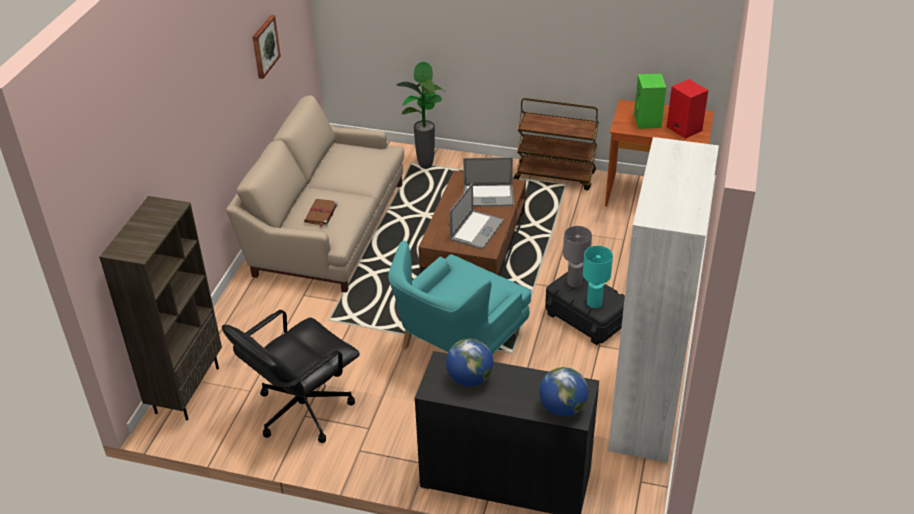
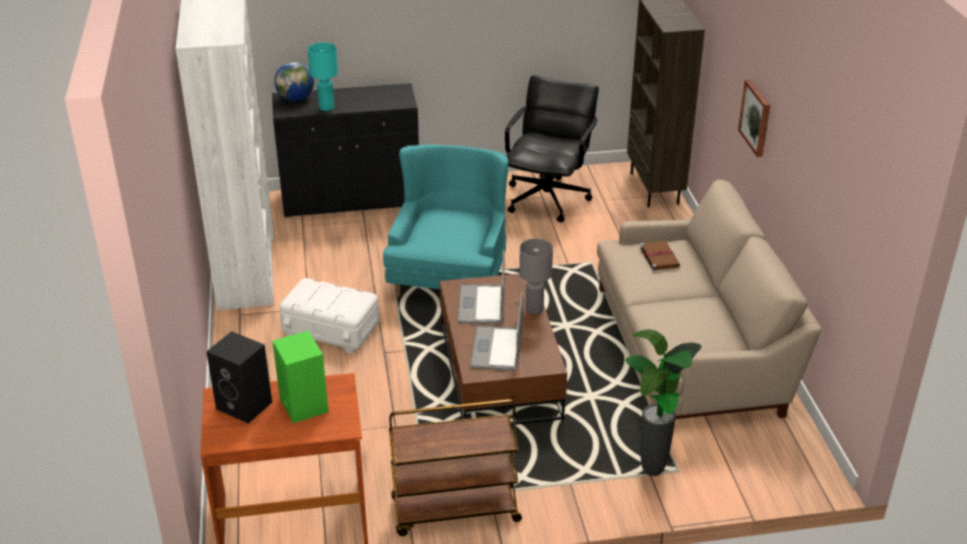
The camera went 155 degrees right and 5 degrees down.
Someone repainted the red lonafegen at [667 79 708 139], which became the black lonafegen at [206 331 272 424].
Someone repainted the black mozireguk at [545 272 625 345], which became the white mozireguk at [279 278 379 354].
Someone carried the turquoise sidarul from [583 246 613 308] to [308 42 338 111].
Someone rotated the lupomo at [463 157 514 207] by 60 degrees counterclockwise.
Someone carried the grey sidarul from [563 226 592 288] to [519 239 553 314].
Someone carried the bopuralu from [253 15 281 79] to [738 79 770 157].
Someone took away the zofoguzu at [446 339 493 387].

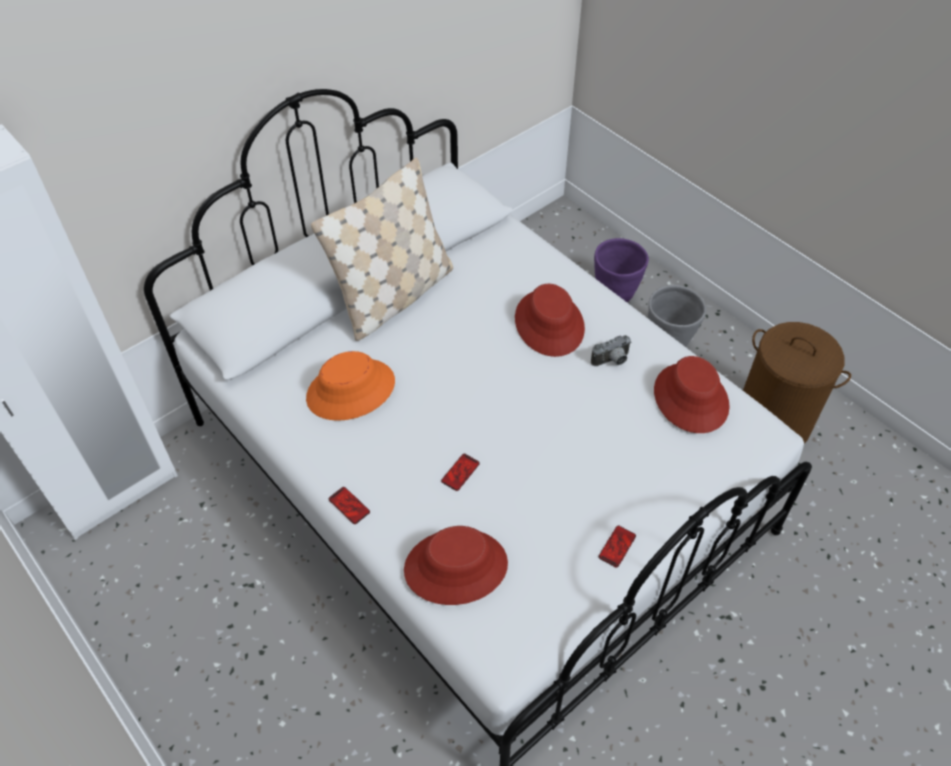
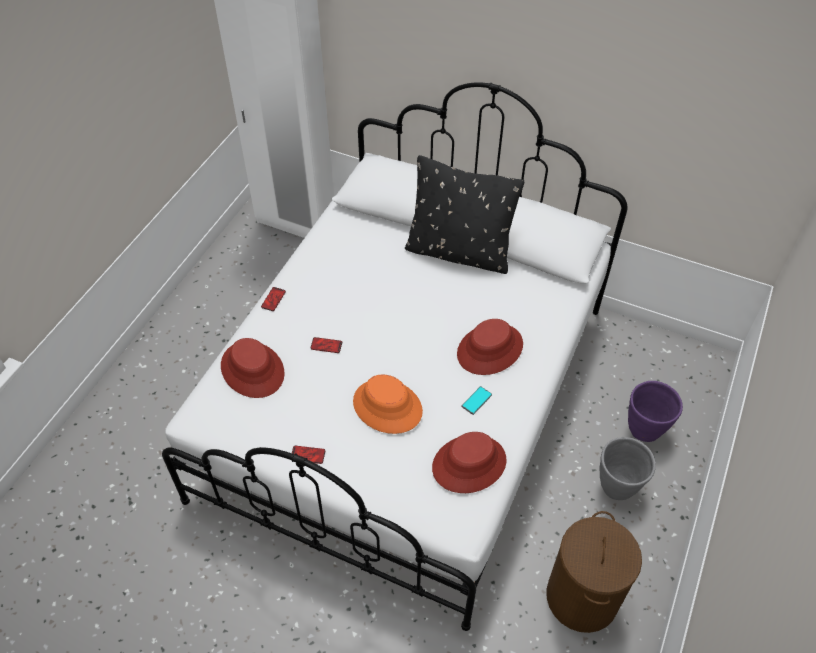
The camera went 65 degrees right and 0 degrees up.
Someone carried the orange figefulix from [306 351 395 421] to [353 374 423 434].
Someone repainted the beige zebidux at [311 158 453 341], which became the black zebidux at [405 155 524 274].
Someone swapped the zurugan at [591 335 631 366] for the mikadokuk at [461 386 492 415].

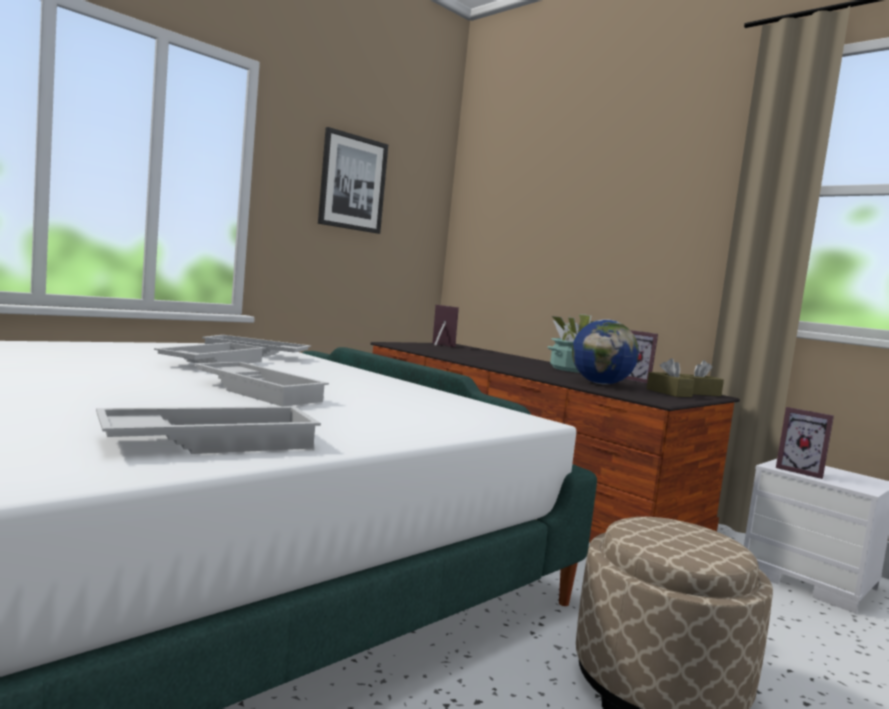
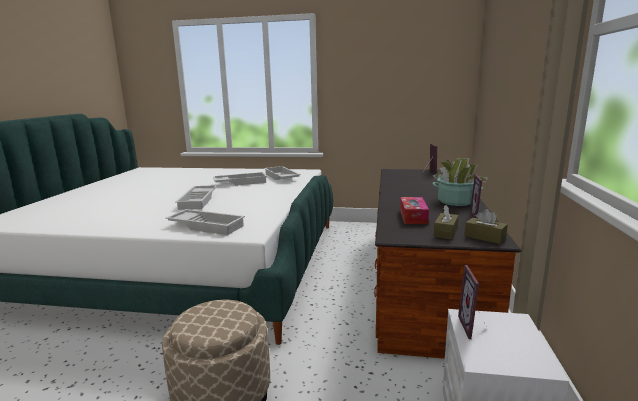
The camera went 55 degrees right and 10 degrees up.
Someone carried the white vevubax from [96 406 321 454] to [165 209 245 235].
Someone swapped the zofoguzu at [572 320 639 385] for the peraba at [400 197 429 224].
Someone took away the bopuralu at [318 127 388 234].

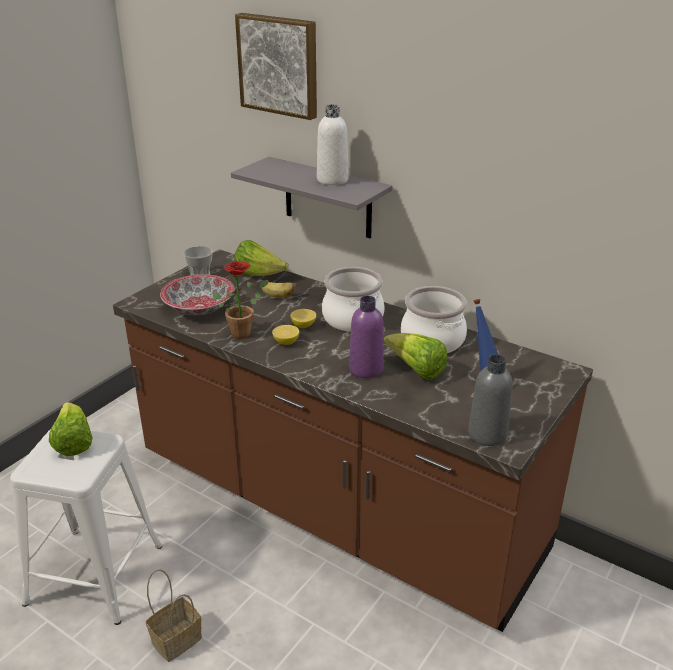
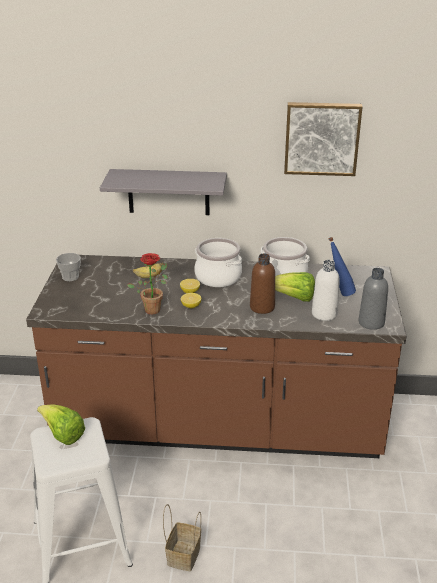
The camera went 30 degrees left and 0 degrees up.
Someone repainted the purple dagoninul at [349 296 384 378], which became the brown dagoninul at [250 254 275 314].
Someone carried the bopuralu from [235 13 317 120] to [284 102 363 176].
Someone carried the white dagoninul from [317 104 349 185] to [312 260 340 321].
Someone took away the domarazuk at [160 274 234 315].
Someone took away the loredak at [234 240 288 276].

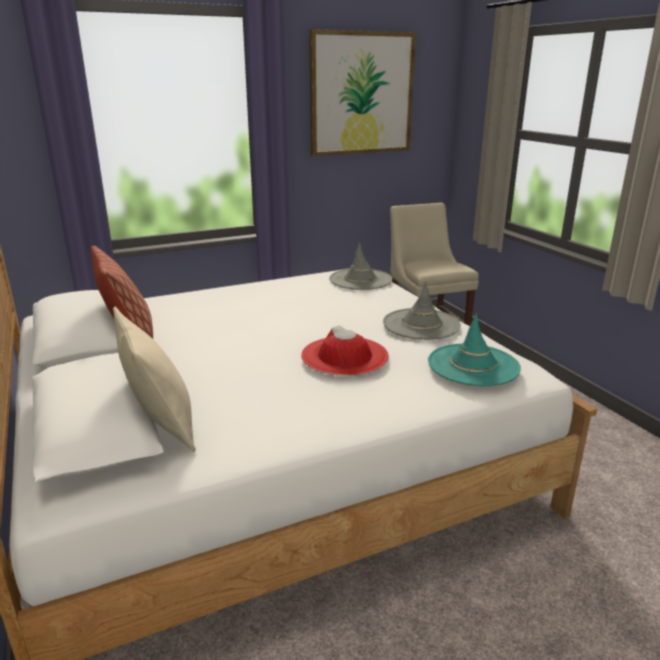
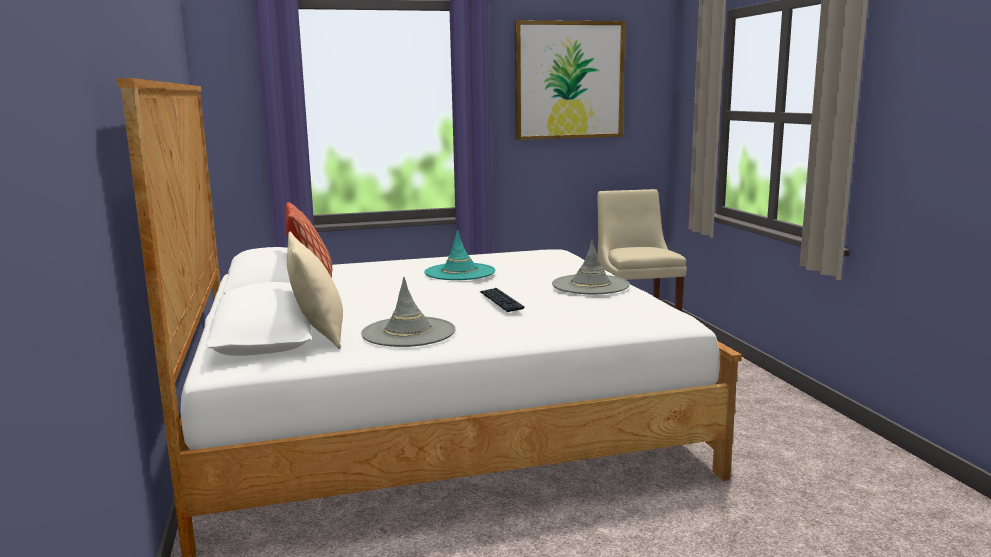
The camera went 10 degrees right and 10 degrees down.
Someone carried the grey figefulix from [329 242 392 290] to [361 277 456 347].
Someone carried the turquoise figefulix from [428 314 521 386] to [424 230 495 280].
Someone swapped the red figefulix at [301 326 389 376] for the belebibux at [480 288 524 312].

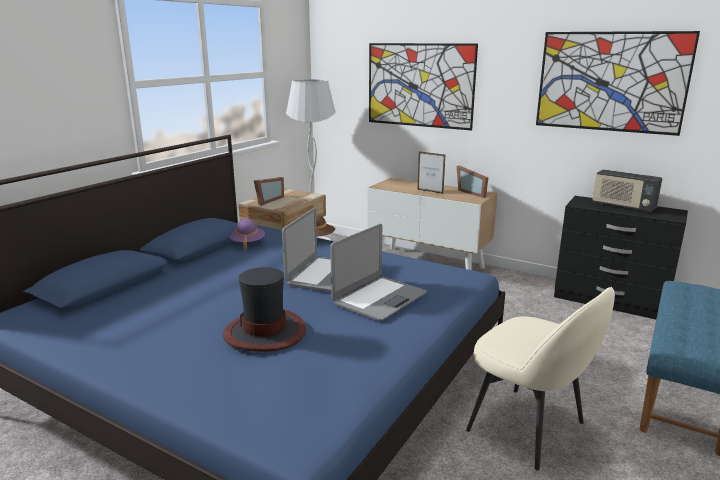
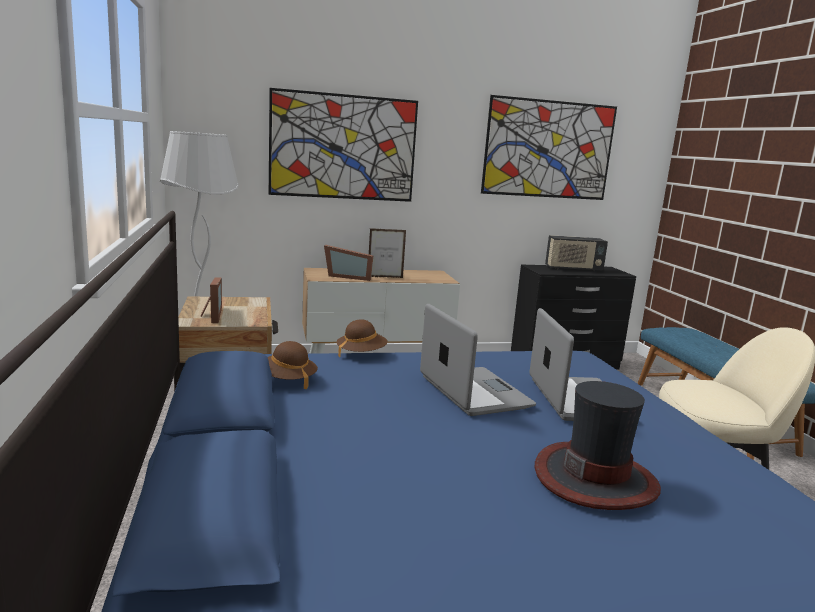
The camera went 45 degrees left and 5 degrees down.
Someone repainted the purple figefulix at [229 219 265 250], which became the brown figefulix at [268 341 318 389].
Someone carried the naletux from [457 166 488 198] to [324 245 373 281].

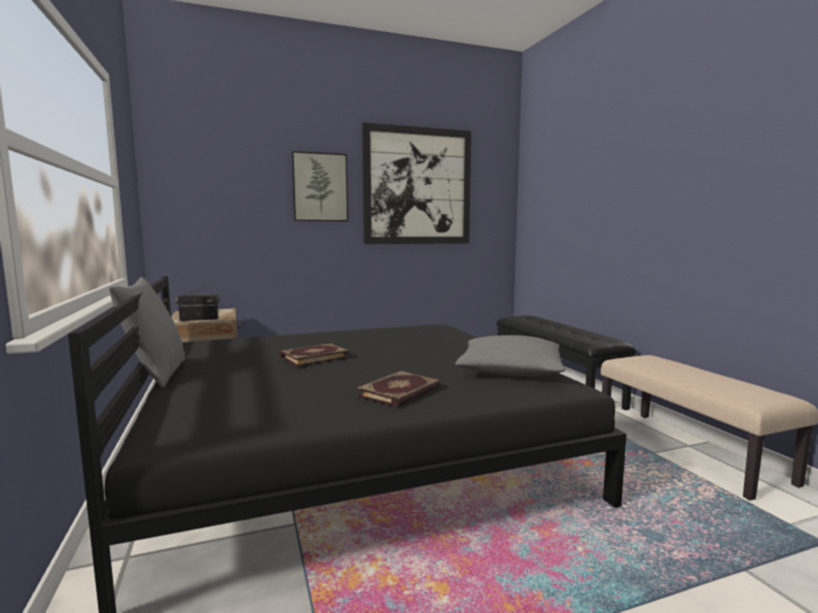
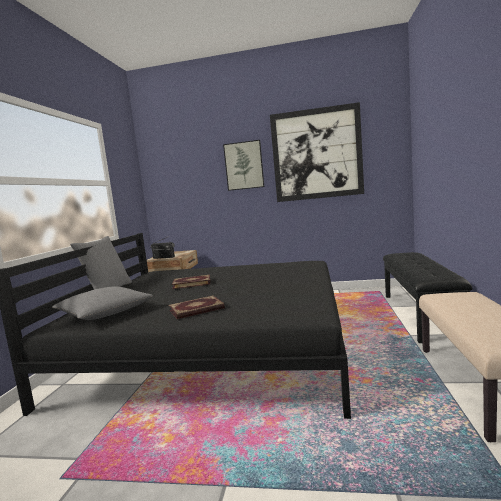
The camera went 30 degrees right and 0 degrees up.
Someone carried the grey zebidux from [455 335 565 376] to [52 286 153 320].

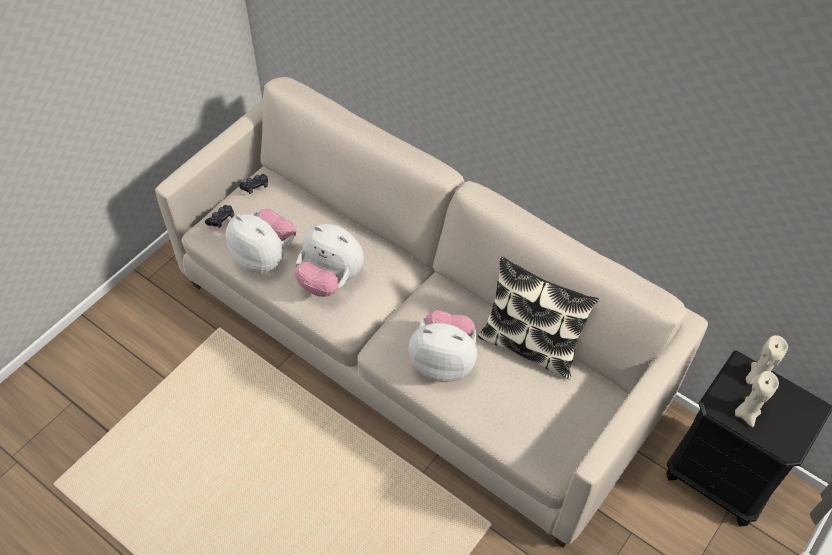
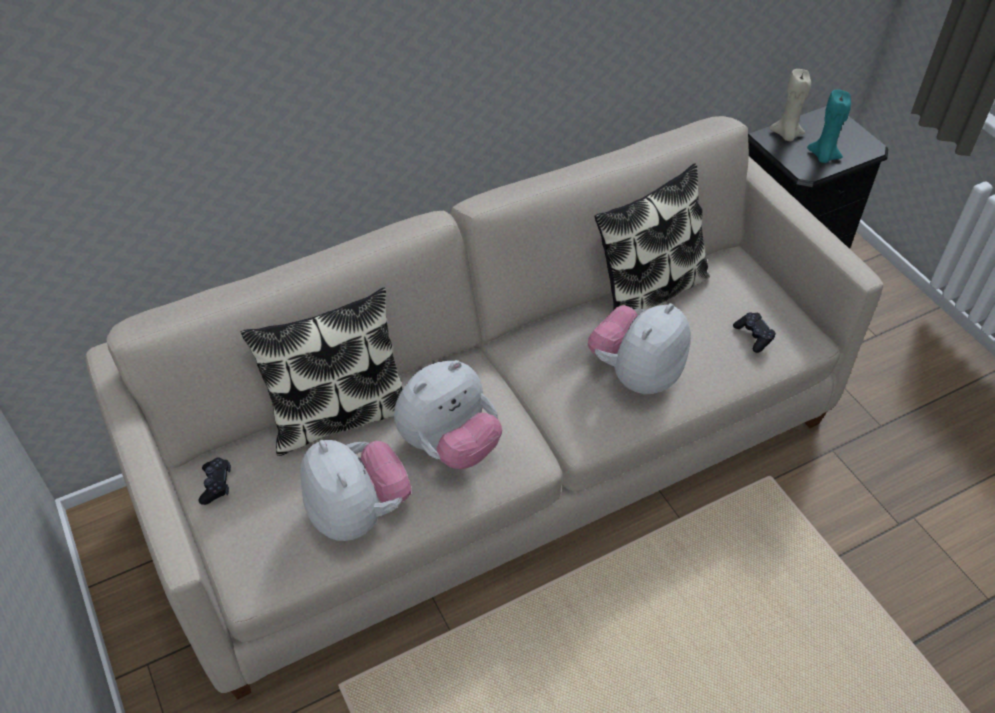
The camera went 65 degrees left and 5 degrees down.
Someone put down the zebidux at [241 288 403 456].
Someone rotated the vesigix at [226 208 296 273] by 90 degrees clockwise.
Someone carried the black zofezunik from [205 205 234 228] to [733 312 776 353].
Someone repainted the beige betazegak at [735 371 779 427], which became the turquoise betazegak at [807 89 851 163].

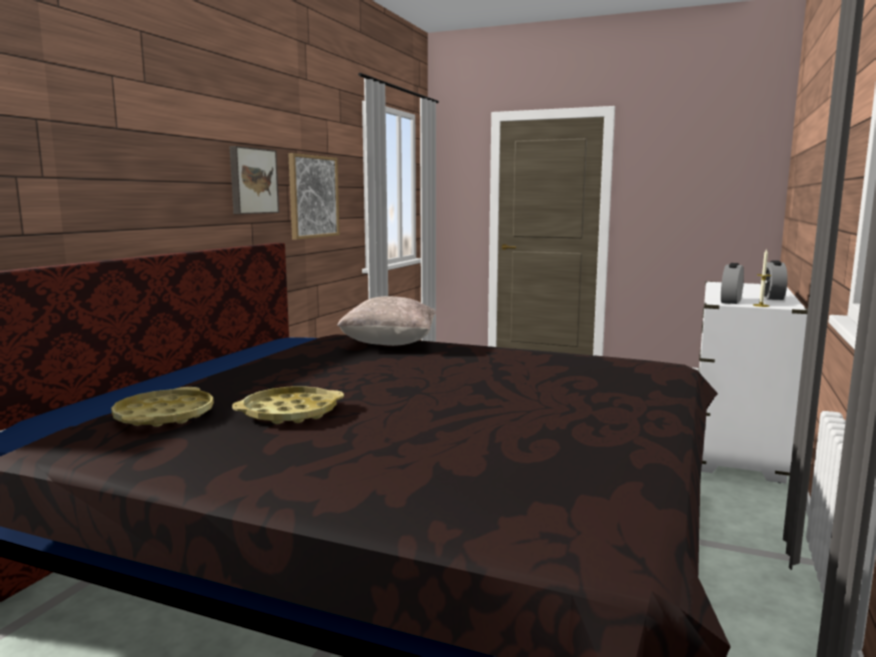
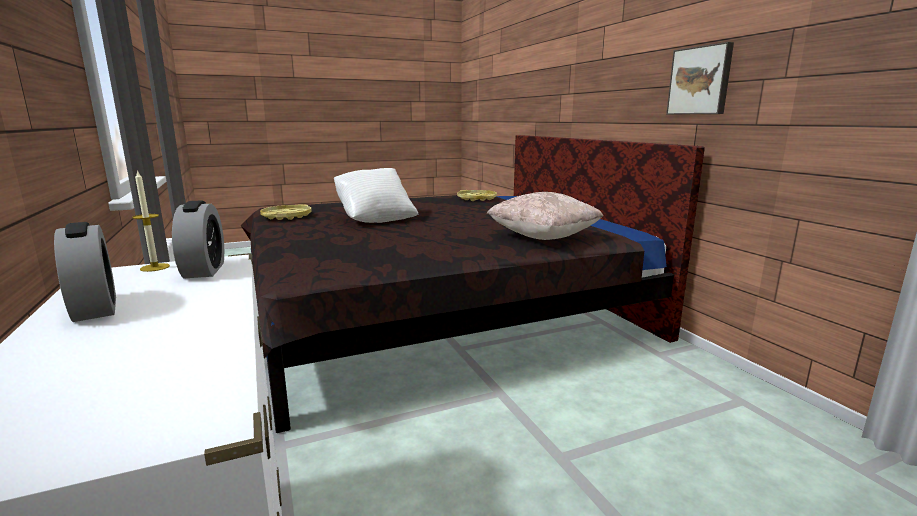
The camera went 135 degrees right and 5 degrees up.
Someone carried the yellow vevubax from [232 386 344 424] to [260 204 312 220].
Someone put down the white zebidux at [334 168 418 223].
Someone took away the bopuralu at [288 153 340 240].

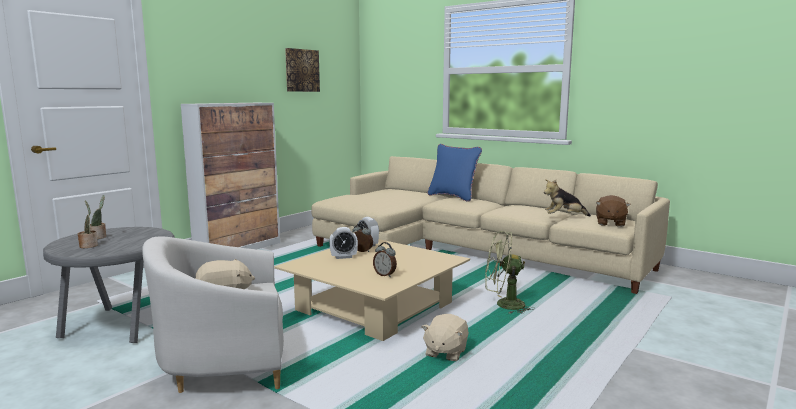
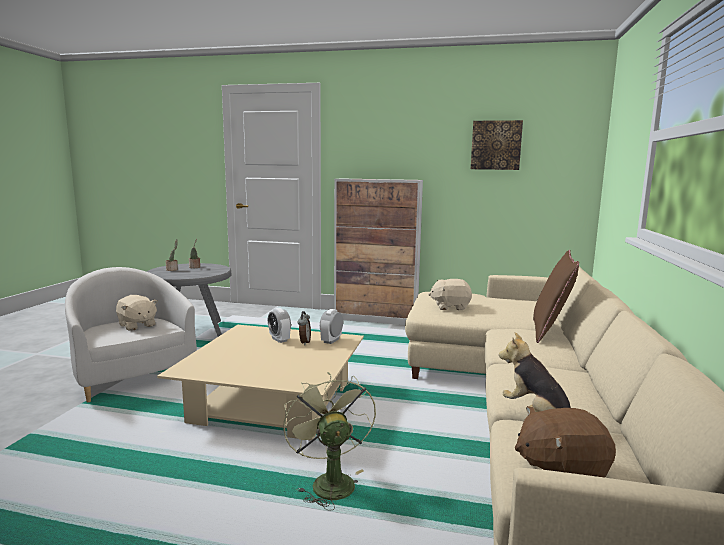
The camera went 65 degrees right and 0 degrees up.
Someone carried the beige vesigix from [422 314 469 361] to [428 279 472 310].
Someone repainted the blue zebidux at [427 144 482 202], which became the brown zebidux at [533 250 579 343].
Someone took away the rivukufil at [373 242 397 277].

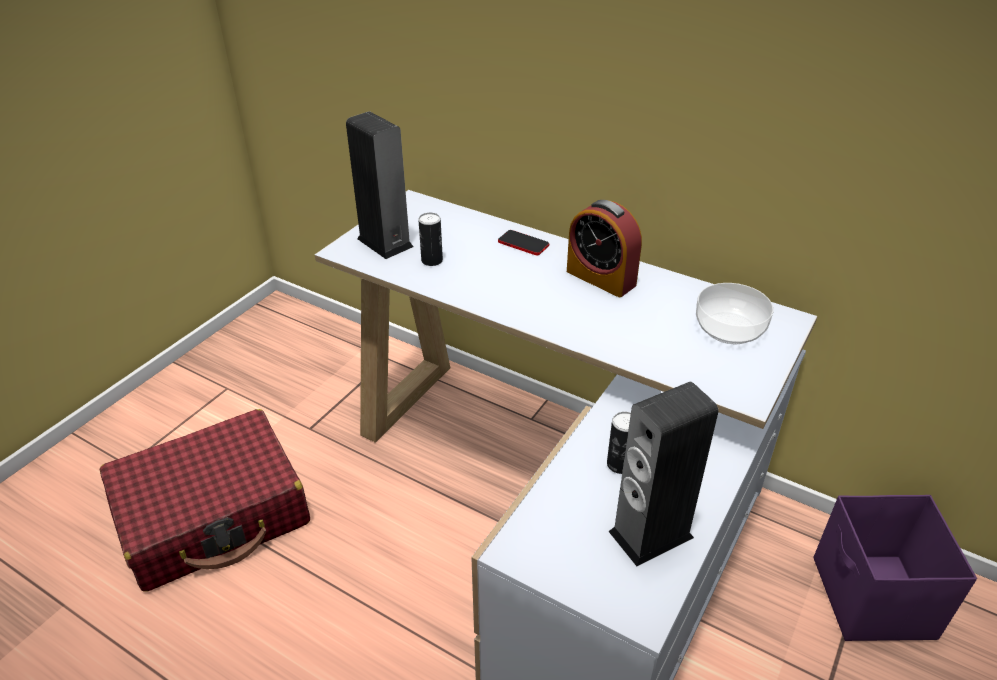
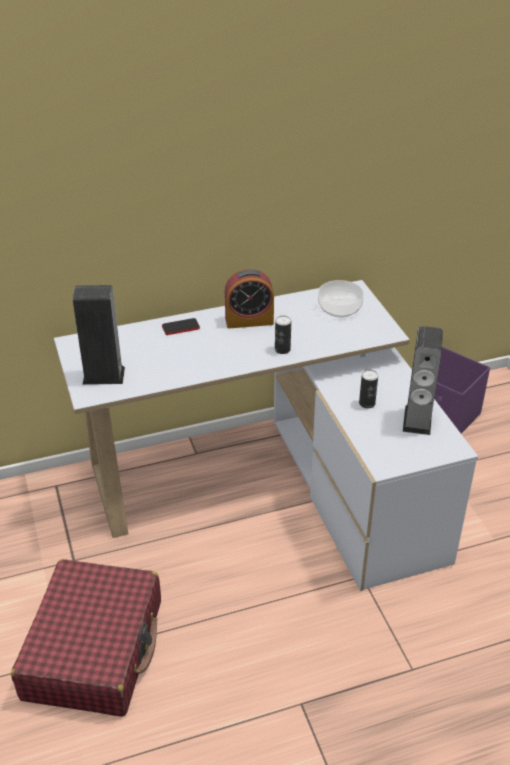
The camera went 50 degrees left and 0 degrees up.
Someone carried the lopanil from [418 213 443 266] to [275 316 291 354].

